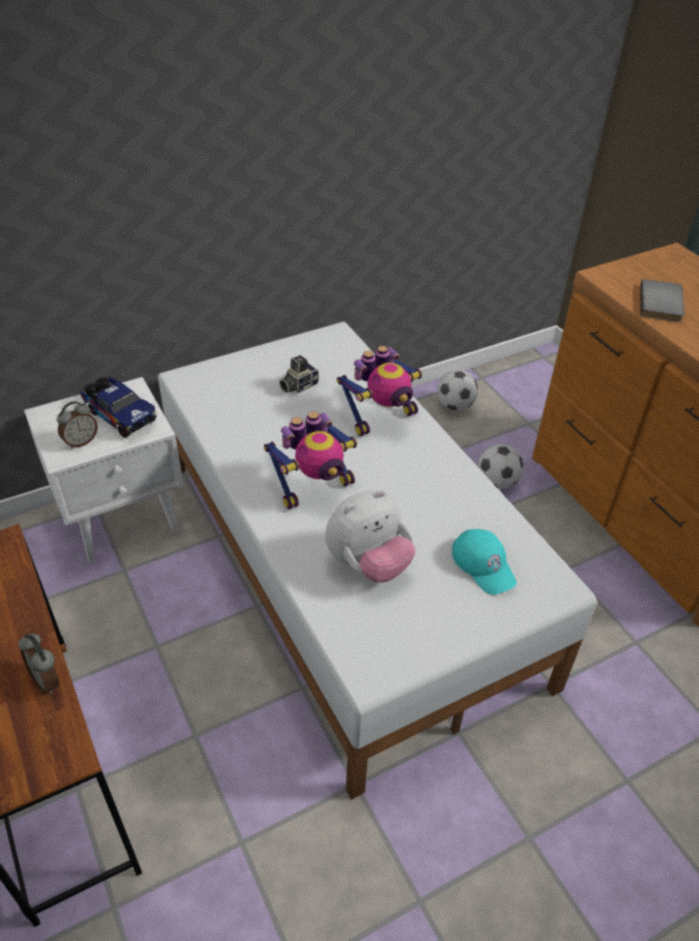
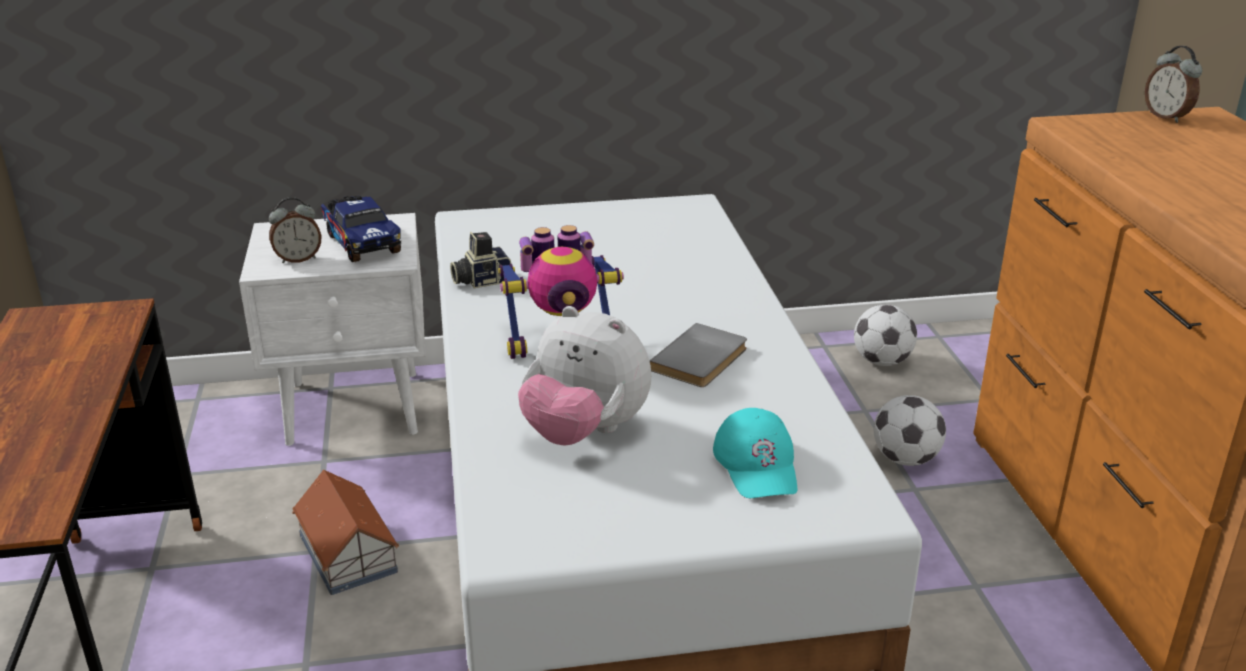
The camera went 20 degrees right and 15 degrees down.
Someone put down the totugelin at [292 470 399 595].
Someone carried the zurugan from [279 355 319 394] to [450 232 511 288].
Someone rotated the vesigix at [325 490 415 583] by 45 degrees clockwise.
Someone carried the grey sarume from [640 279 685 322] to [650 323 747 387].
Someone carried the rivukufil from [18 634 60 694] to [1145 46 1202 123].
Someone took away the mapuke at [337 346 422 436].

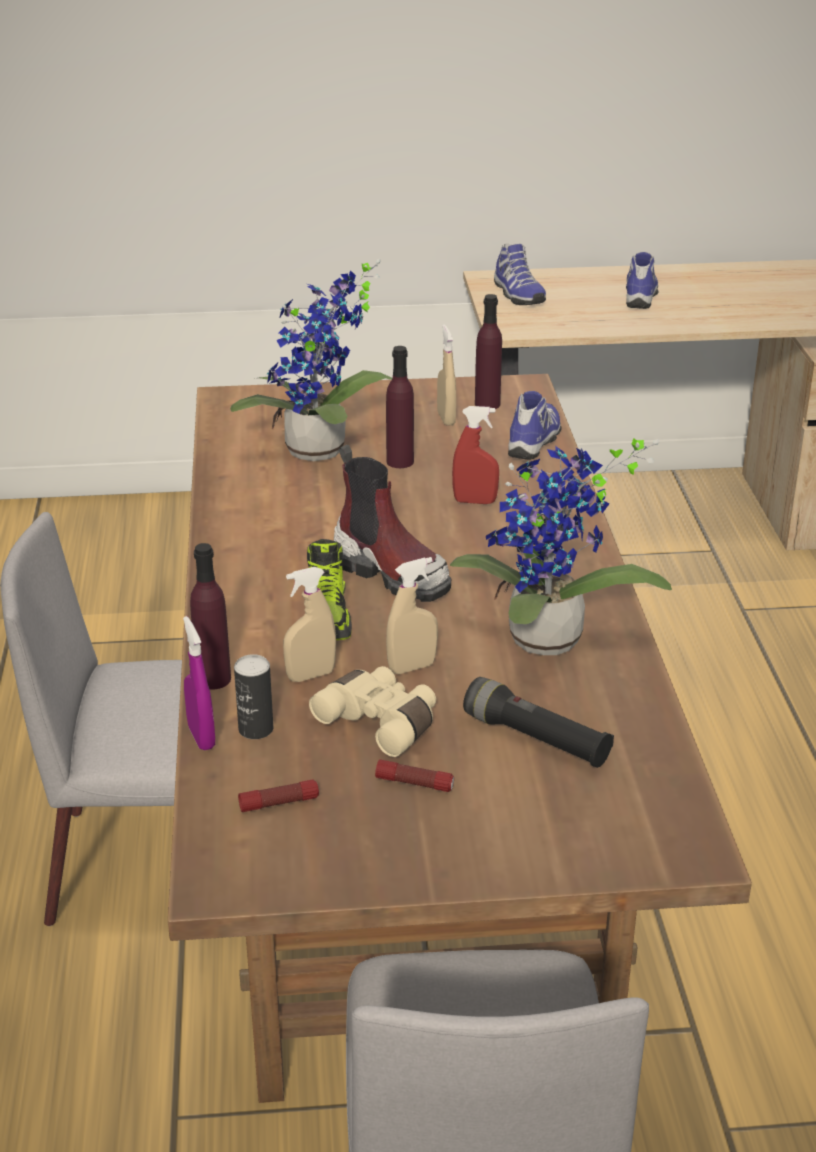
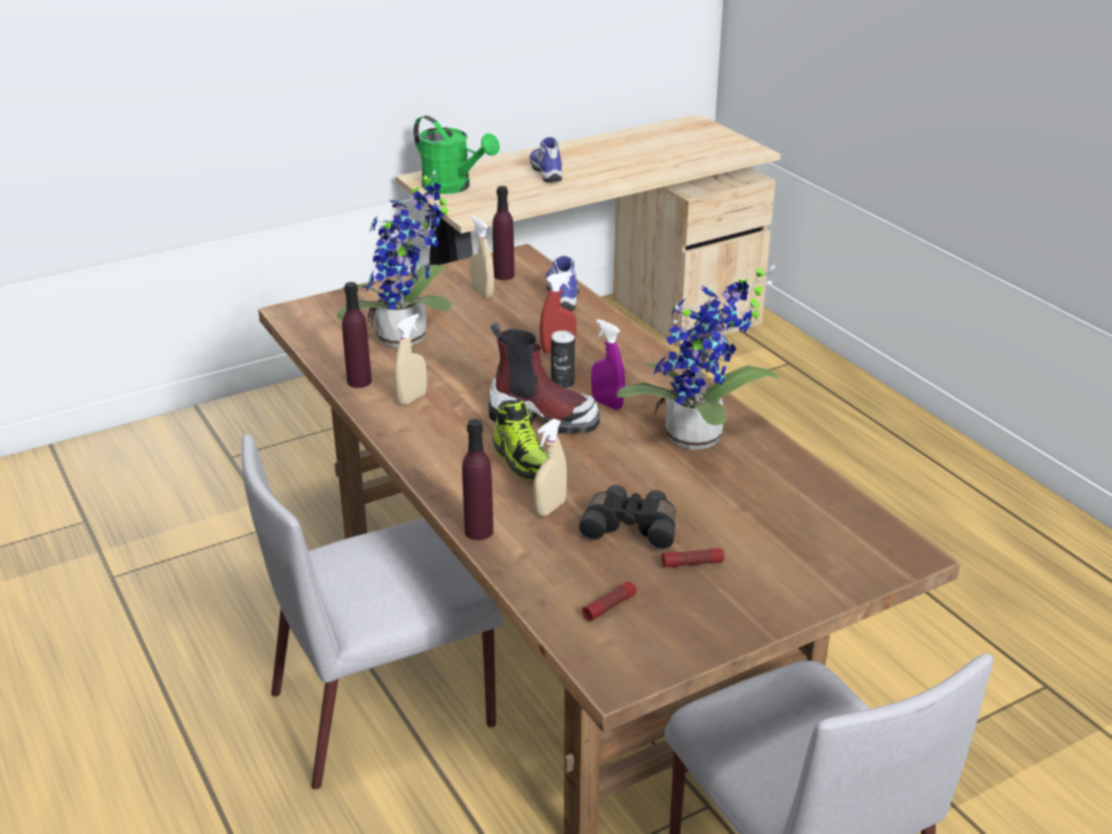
The camera went 25 degrees left and 0 degrees up.
Someone carried the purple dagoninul from [386 346 414 468] to [342 282 372 388].
Someone carried the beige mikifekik from [386 557 438 674] to [394 314 427 405].
Someone swapped the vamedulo at [494 243 546 305] for the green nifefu at [413 116 500 194].
Someone carried the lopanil from [234 654 273 739] to [551 330 575 388].
Someone repainted the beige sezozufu at [309 666 436 757], which became the black sezozufu at [578 485 676 550].
Someone carried the purple mikifekik from [183 616 215 750] to [591 319 625 410].
Someone took away the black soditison at [463 677 614 768].

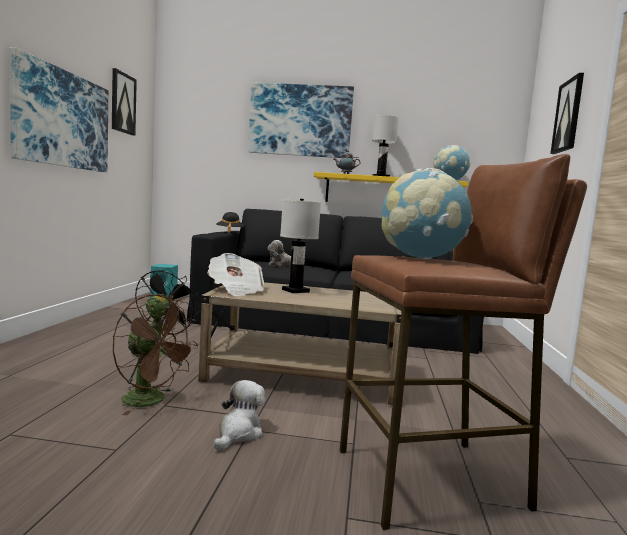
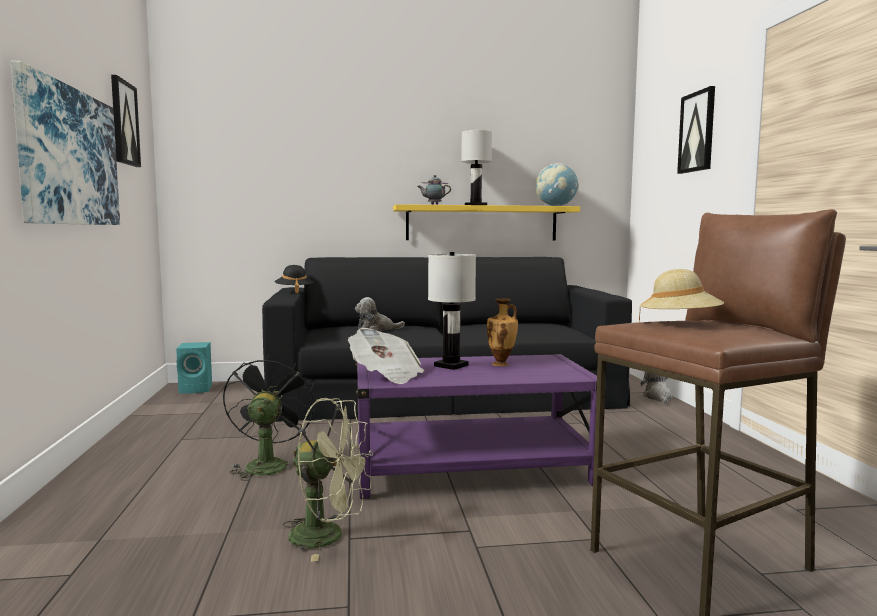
The camera went 15 degrees left and 0 degrees up.
Someone repainted the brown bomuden at [113 294 198 415], which became the green bomuden at [283 398 373 562].
Someone repainted the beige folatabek at [198 282 401 405], which became the purple folatabek at [355 354 606 499].
Someone put down the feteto at [487 298 518 366].
Someone swapped the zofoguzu at [381 168 473 260] for the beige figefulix at [639 269 724 321].
Someone carried the vesigix from [214 380 265 450] to [641 372 673 404].
Someone took away the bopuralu at [248 82 354 158].

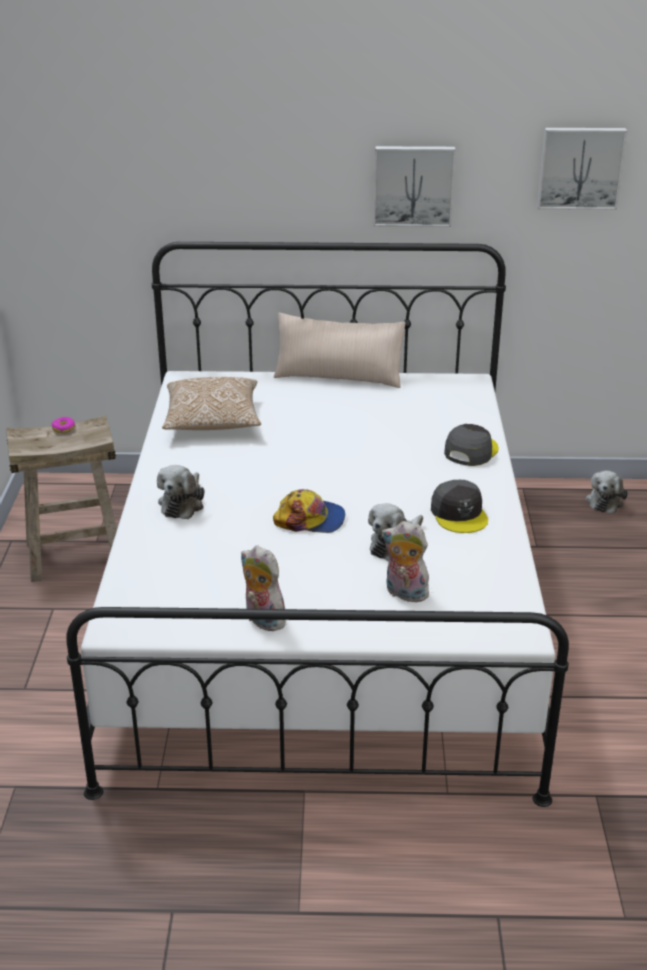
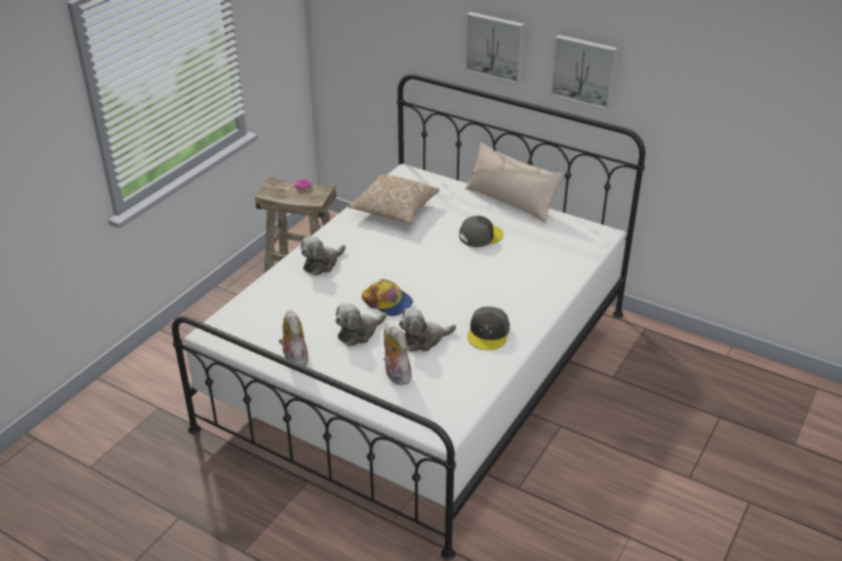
The camera went 30 degrees right and 5 degrees up.
Someone carried the vesigix from [585 471 628 514] to [335 303 387 347].
Someone carried the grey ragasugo from [444 424 499 466] to [459 216 503 247].
Someone carried the bopuralu from [537 128 627 210] to [465 12 525 84].

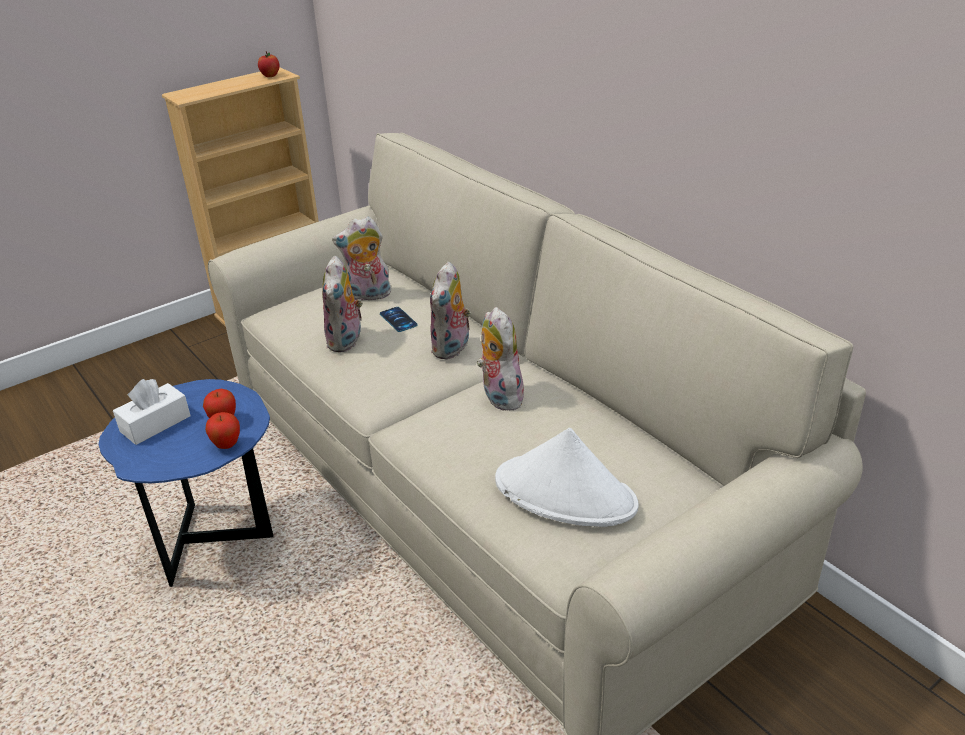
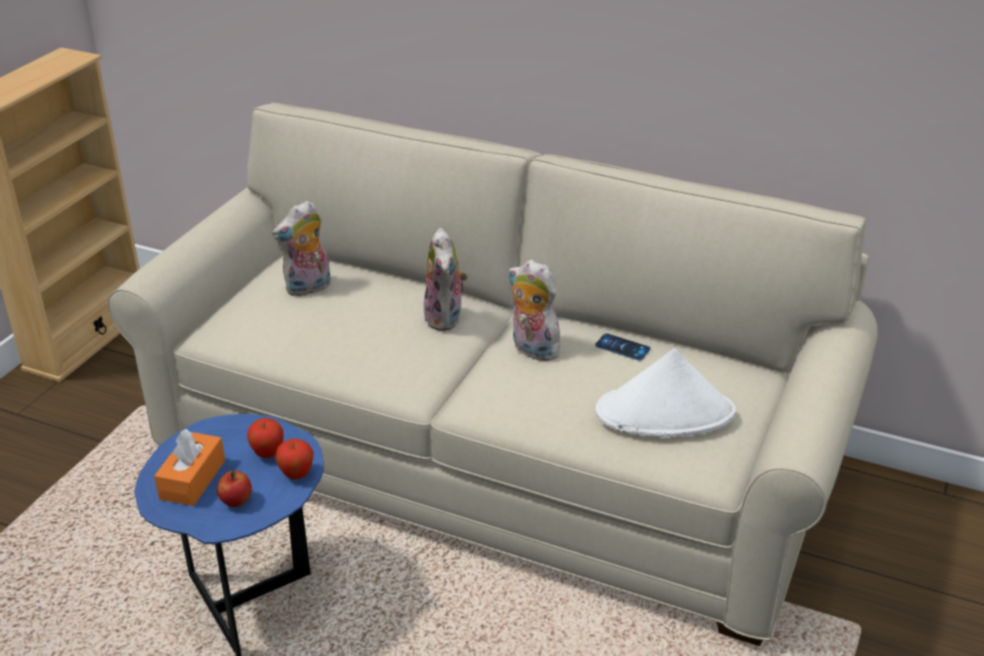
The camera went 30 degrees left and 0 degrees up.
Someone repainted the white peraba at [113 379 191 445], which became the orange peraba at [154 429 225 506].
Someone carried the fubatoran from [258 51 279 77] to [217 470 252 507].
Someone carried the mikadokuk from [380 307 418 332] to [595 333 651 361].
Someone took away the vesigix at [322 256 363 352].

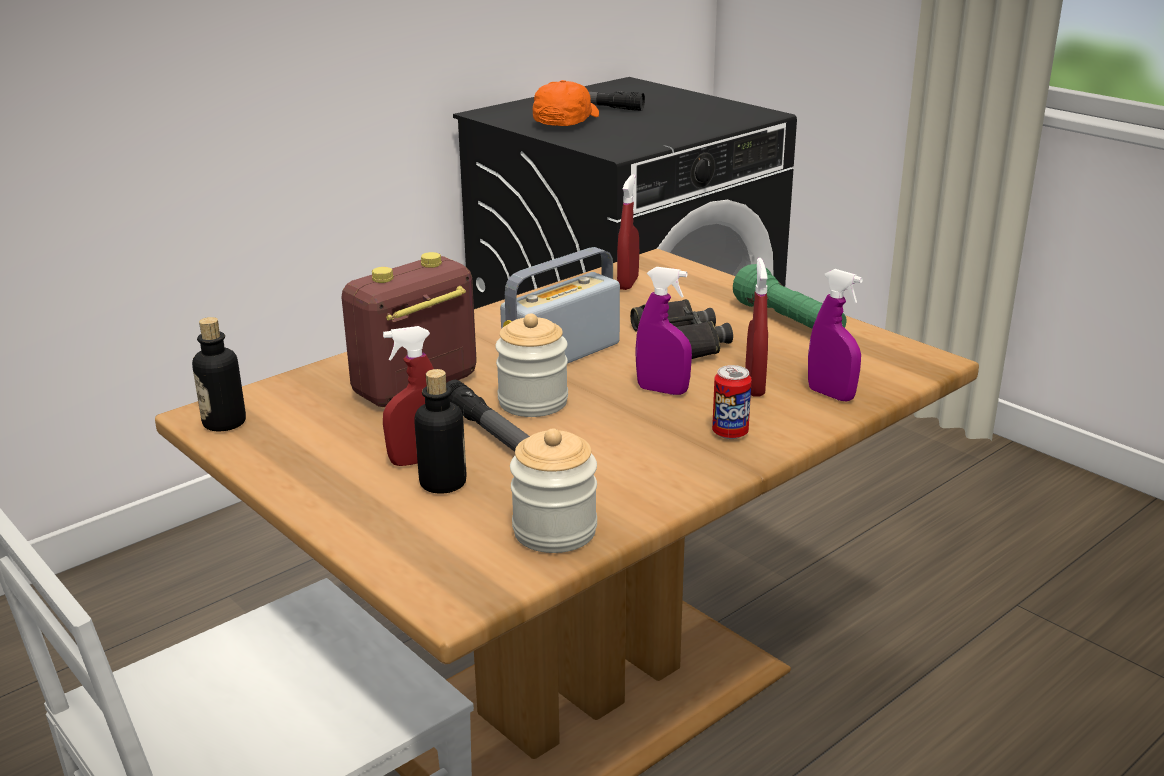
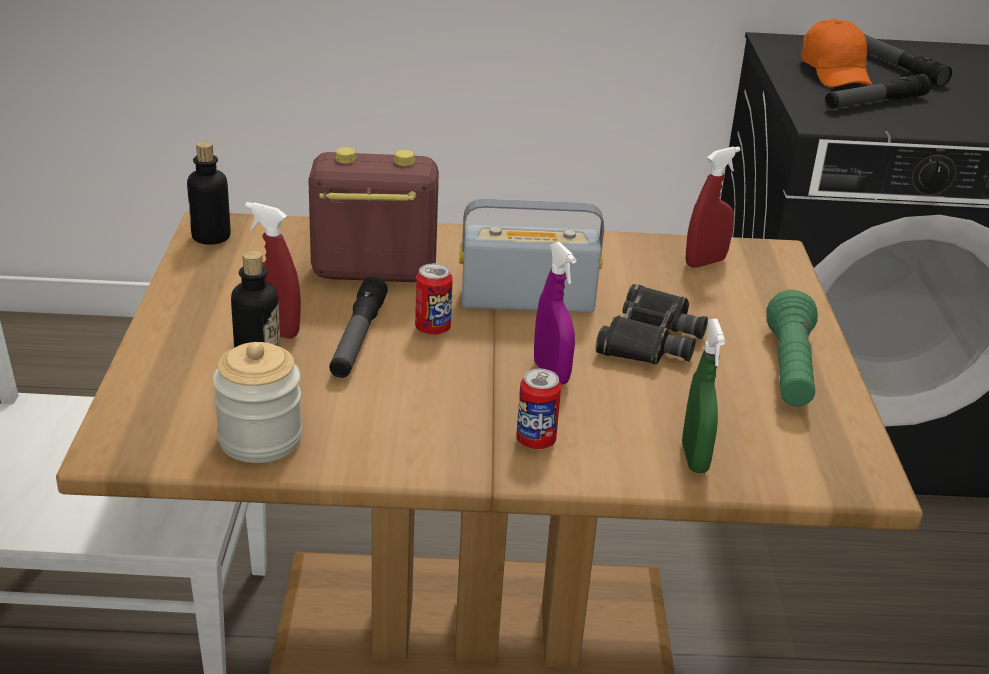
The camera went 40 degrees right and 5 degrees up.
Someone swapped the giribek at [495 314 568 417] for the lopanil at [415 264 453 335].
Someone repainted the purple mikifekik at [808 269 863 402], which became the green mikifekik at [682 319 725 473].
Someone rotated the orange ragasugo at [533 80 599 126] by 105 degrees clockwise.
Someone put down the soditison at [825 74 931 109].
Someone took away the red mikifekik at [745 258 768 396].

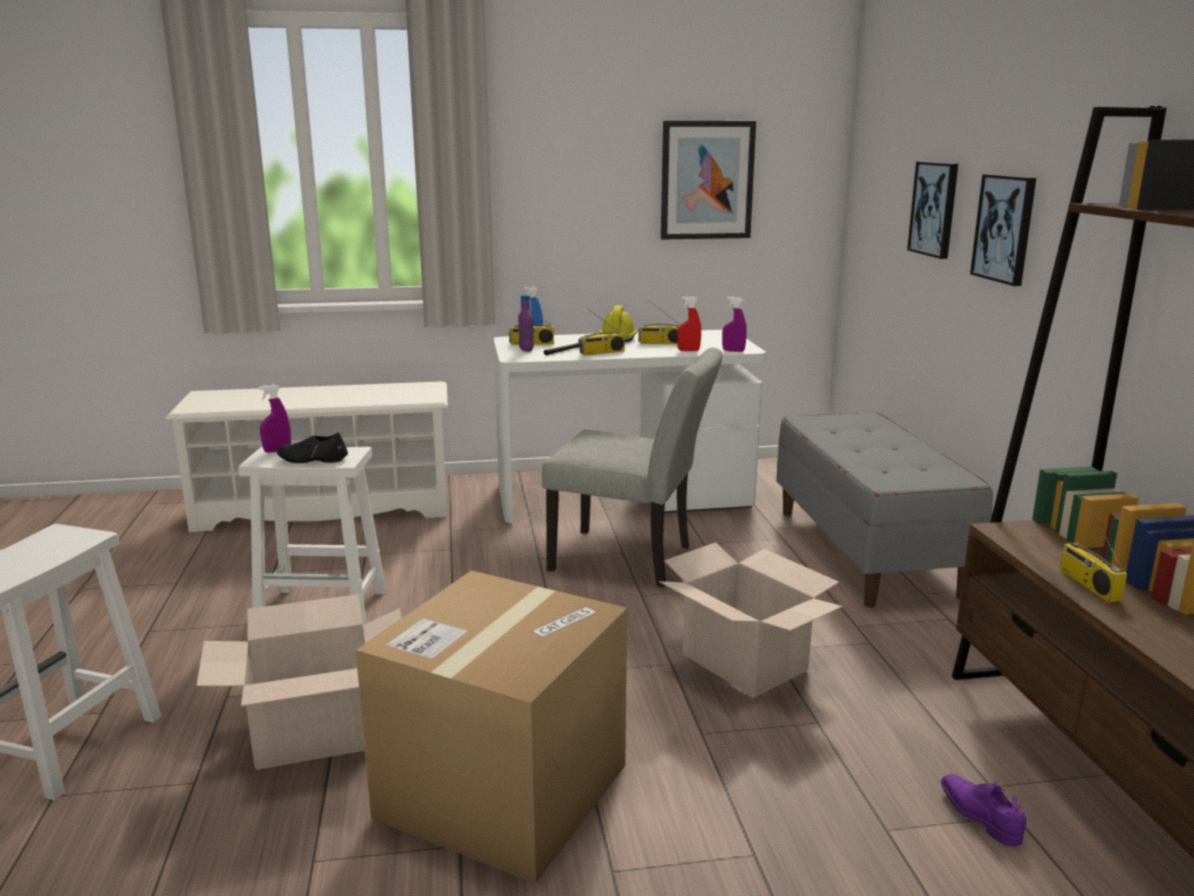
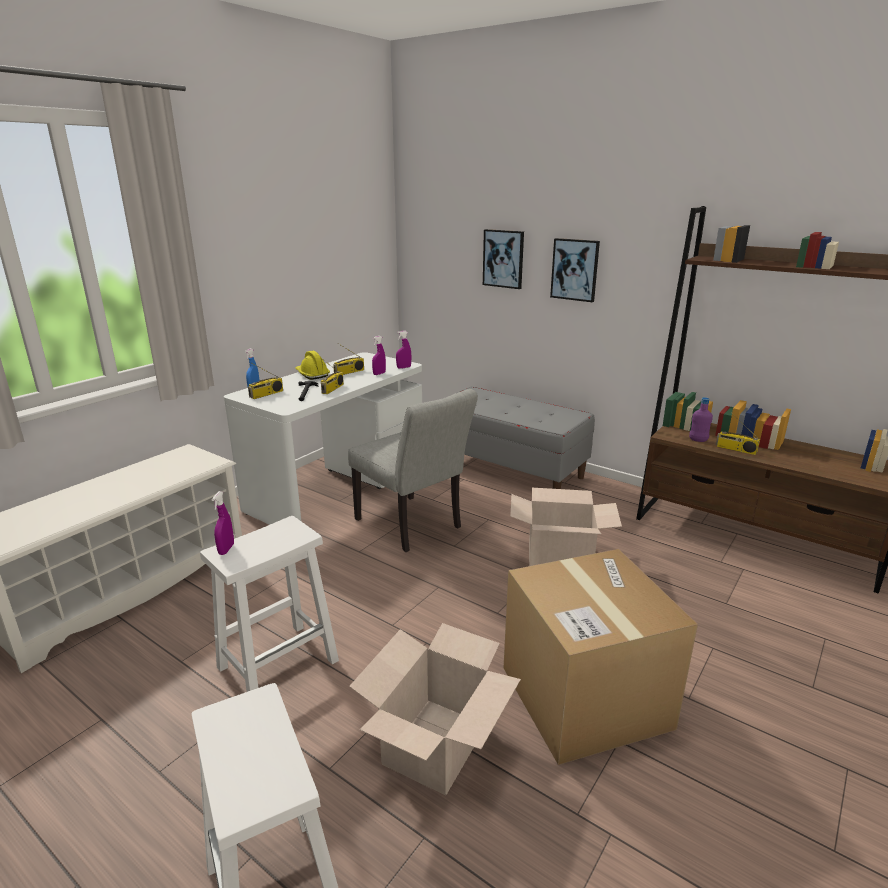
The camera went 45 degrees left and 5 degrees up.
Someone rotated the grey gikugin at [542 347 722 587] by 75 degrees clockwise.
Someone repainted the red mikifekik at [677 297 701 351], which became the purple mikifekik at [372 336 386 375].
Someone carried the purple dagoninul from [518 294 534 352] to [689 397 713 442].
Someone took away the black vamedulo at [276 432 348 463].
Someone took away the bopuralu at [661 121 756 240].
Someone took away the purple vamedulo at [941 774 1026 846].

